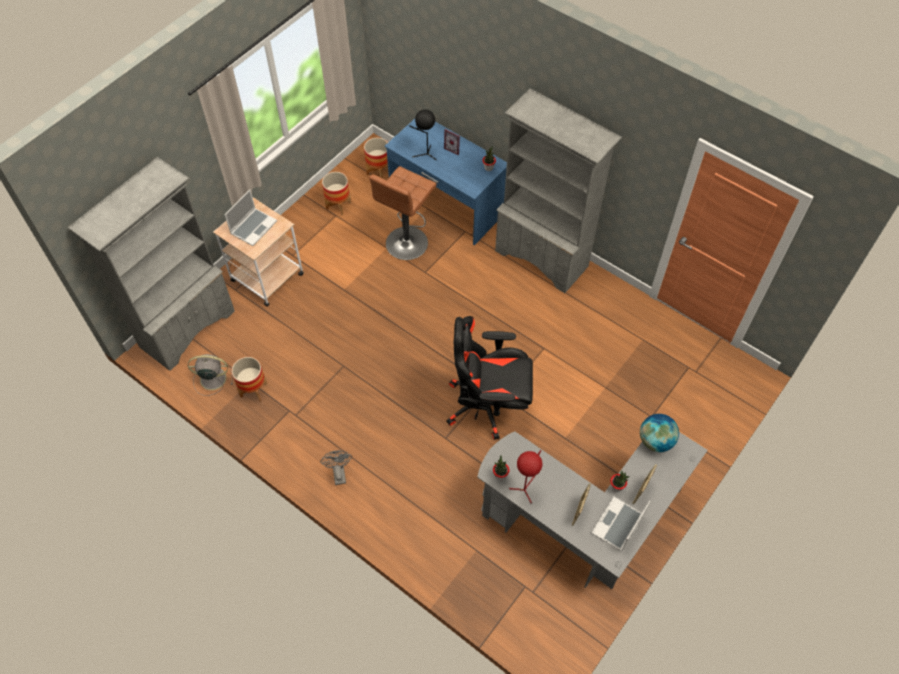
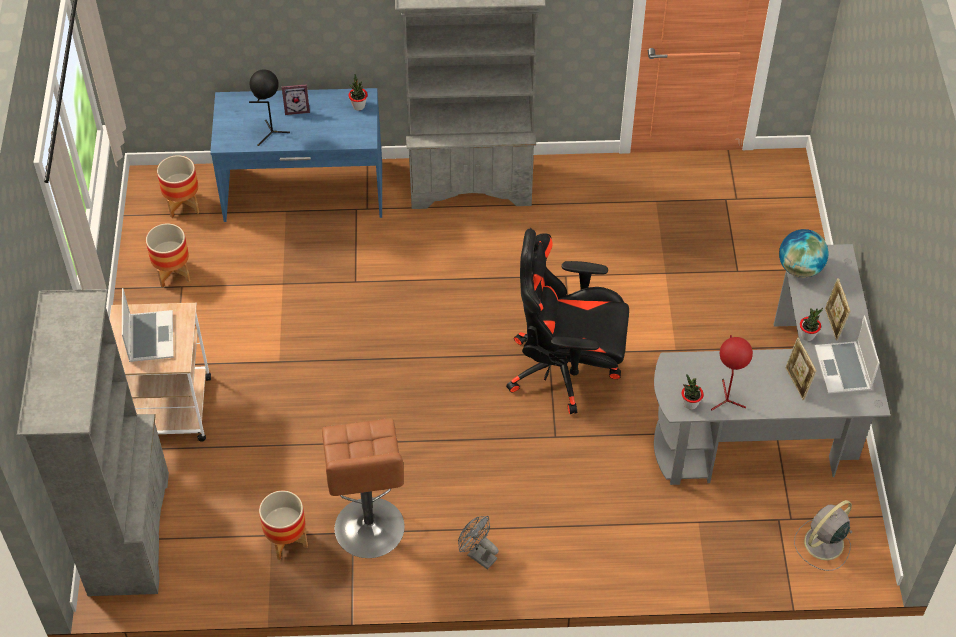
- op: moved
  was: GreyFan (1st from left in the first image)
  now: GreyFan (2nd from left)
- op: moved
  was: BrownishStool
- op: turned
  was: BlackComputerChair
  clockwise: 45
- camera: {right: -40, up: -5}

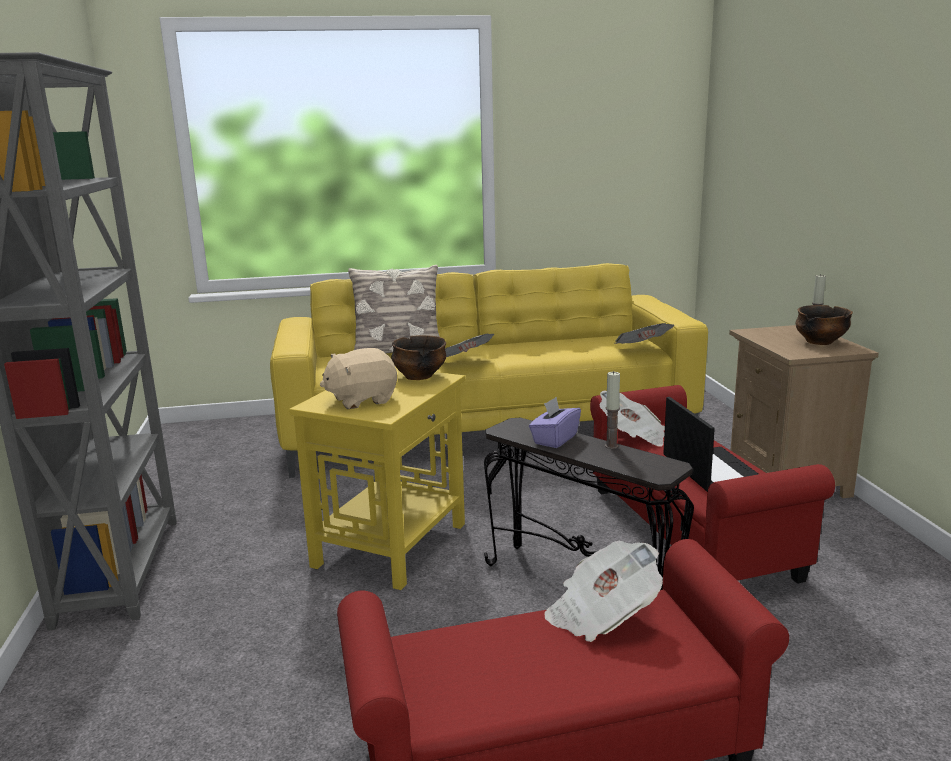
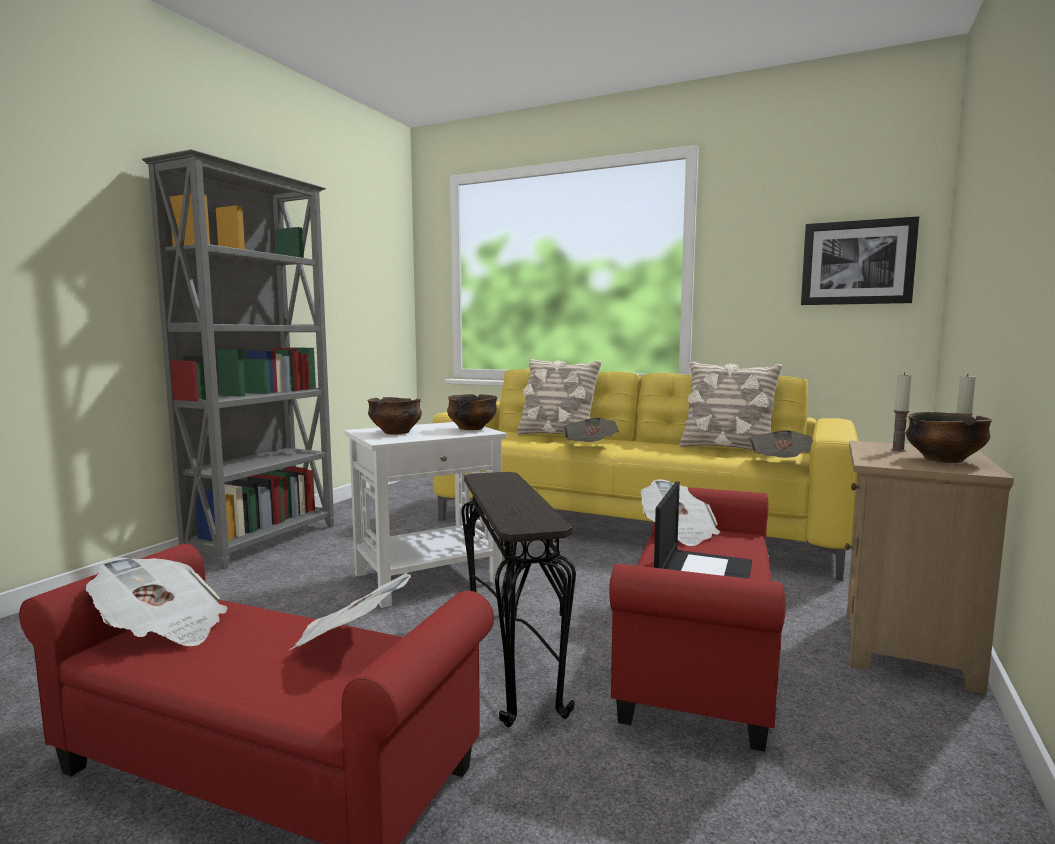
- op: removed
  was: PurplishBoxOfTissues
- op: added
  now: Newspaper (1st from left)
- op: added
  now: BeigeColouredThrowPillow (2nd from left)
- op: added
  now: Picture
- op: moved
  was: Candle (1st from left)
- op: replaced
  was: BeigeColouredSoftToy
  now: ServingBowl (1st from left)
- op: recoloured
  was: YellowishSideTable
  now: WhitishSideTable
- camera: {right: 35, up: -10}

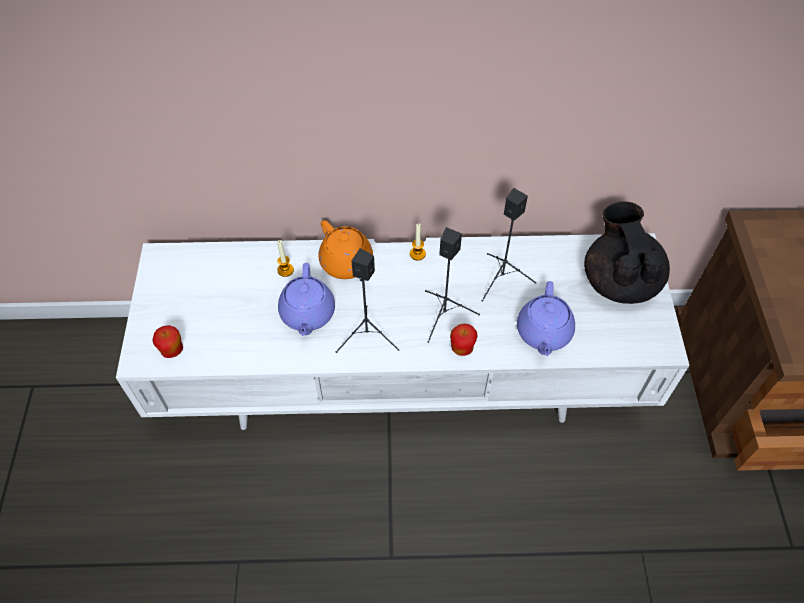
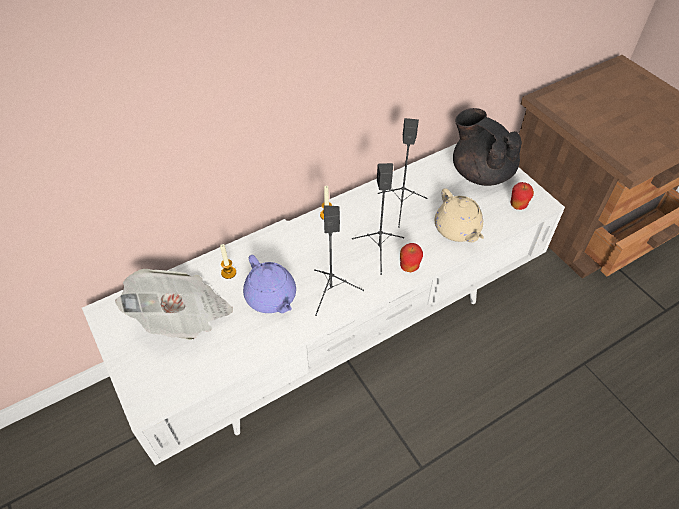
- op: removed
  was: OrangeColouredPotForTea
- op: added
  now: Newspaper
- op: moved
  was: WholeApple (1st from left in the first image)
  now: WholeApple (2nd from left)
- op: recoloured
  was: PurplishPotForTea (2nd from left)
  now: BeigeColouredPotForTea
- camera: {right: -30, up: -5}

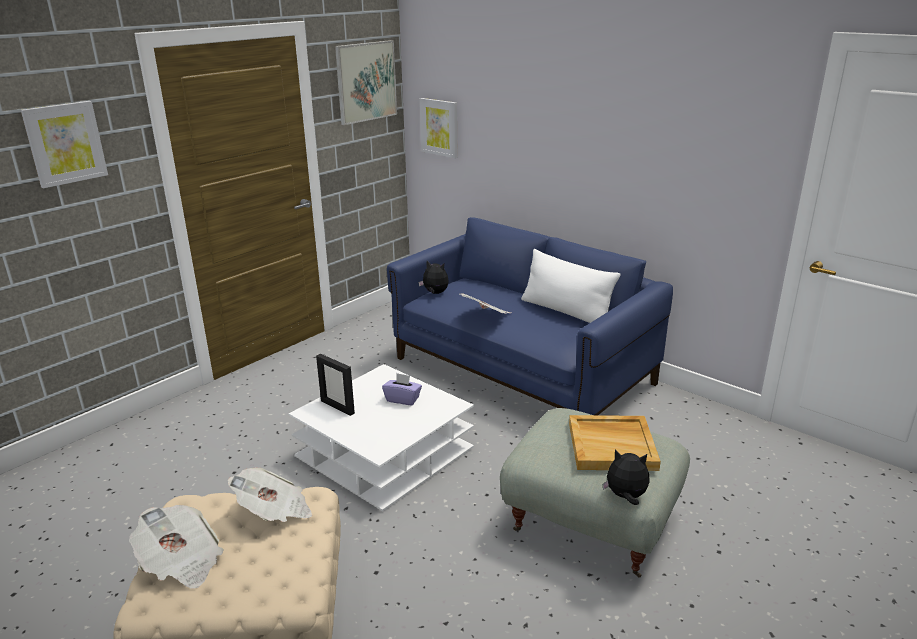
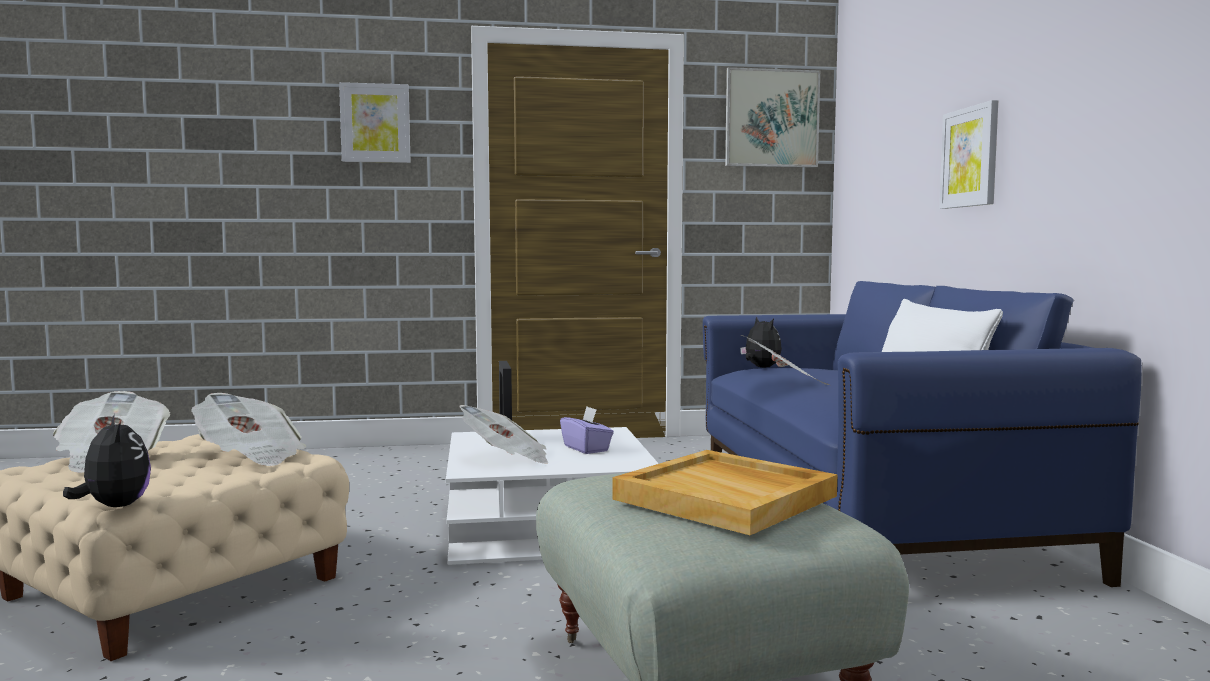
- op: added
  now: Newspaper (3rd from left)
- op: moved
  was: Picture (3rd from left)
- op: moved
  was: SoftToy (2nd from left in the first image)
  now: SoftToy (1st from left)
- camera: {right: 40, up: -20}

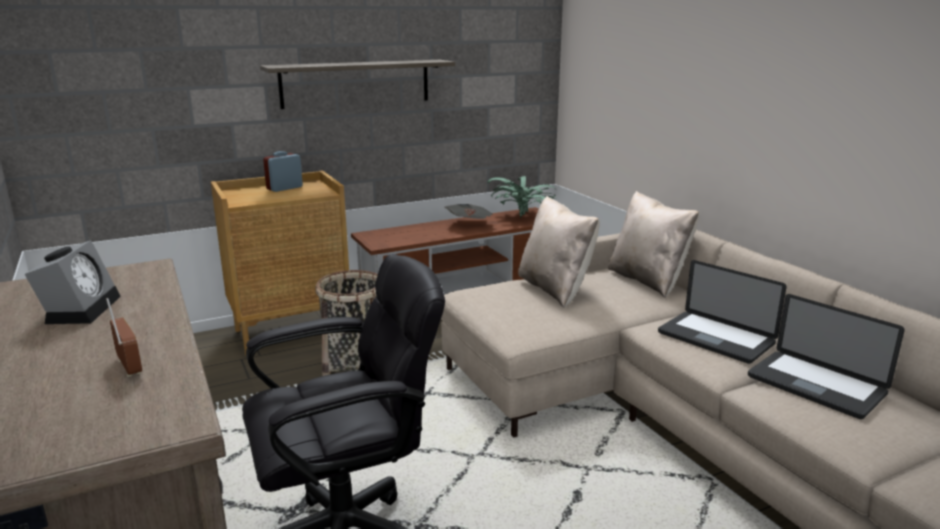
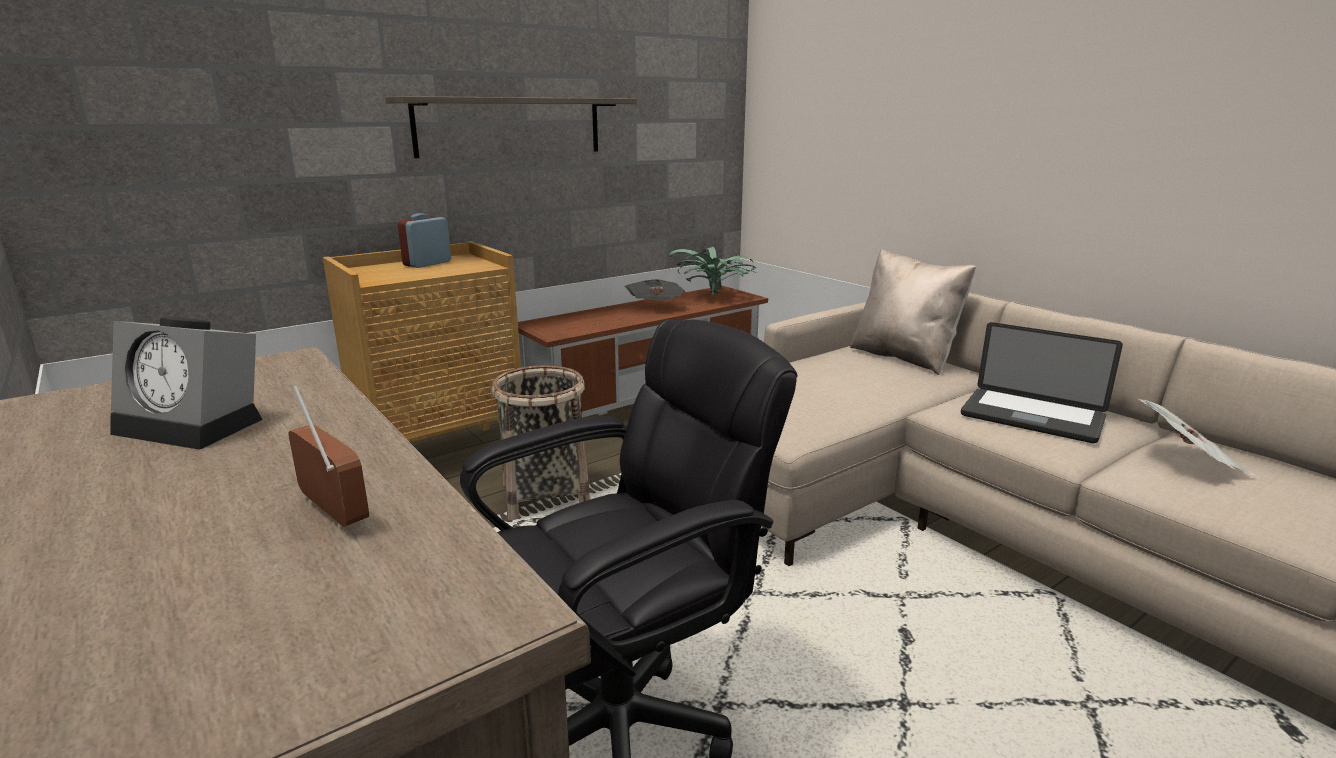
- op: removed
  was: BeigeColouredThrowPillow (1st from left)
- op: replaced
  was: NotebookComputer (2nd from left)
  now: Newspaper (2nd from left)
- op: turned
  was: TableClock (1st from left)
  clockwise: 120
- camera: {right: -10, up: 0}

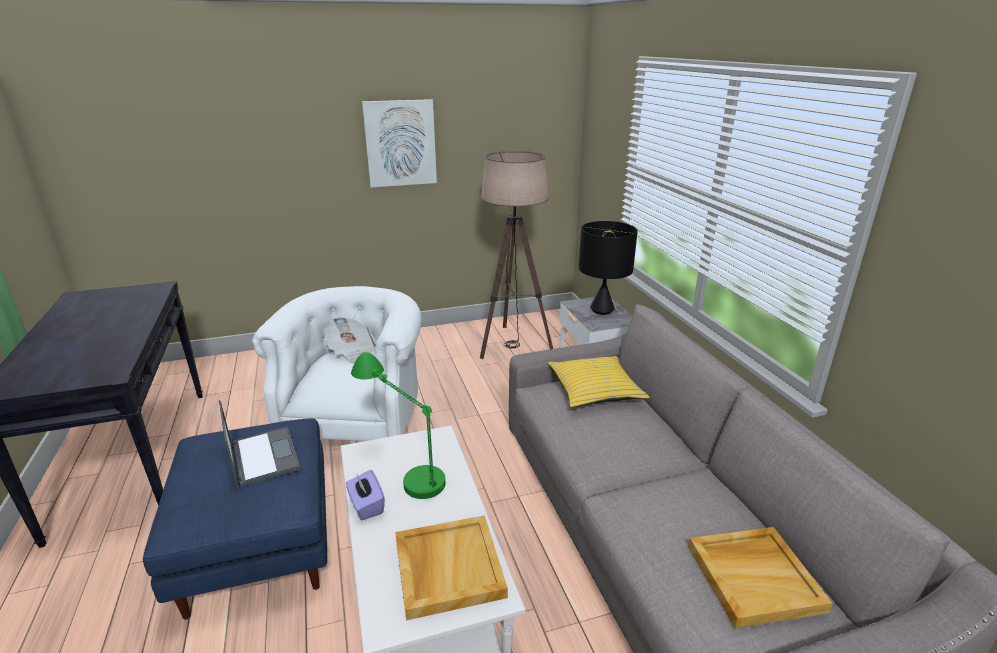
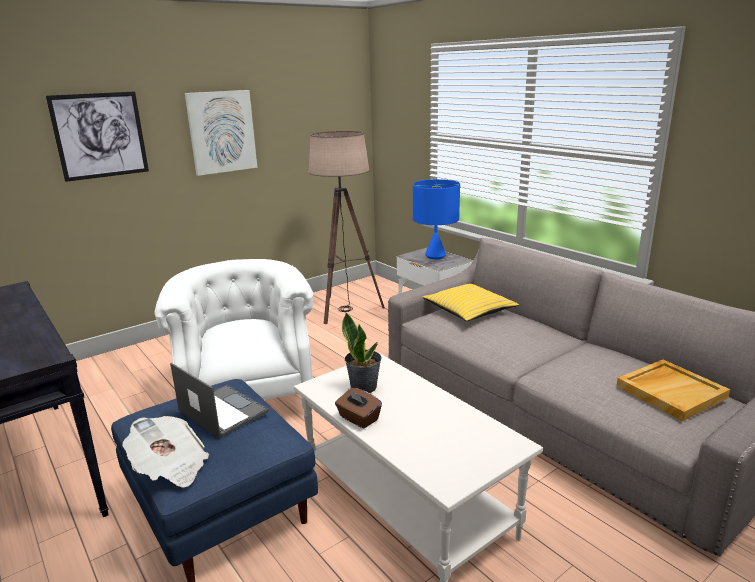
- op: removed
  was: BeigeColouredServingTray (1st from left)
- op: added
  now: Picture (1st from left)
- op: moved
  was: Newspaper
- op: replaced
  was: GreenishTableLamp
  now: PlantInAPot
- op: recoloured
  was: PurplishBoxOfTissues
  now: BrownishBoxOfTissues
- op: recoloured
  was: BlackTableLamp
  now: BlueColouredTableLamp
- camera: {right: -20, up: -5}

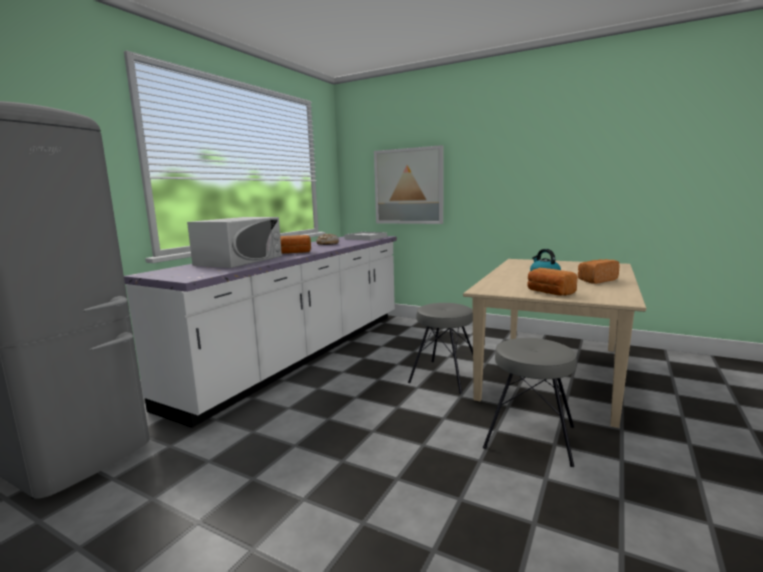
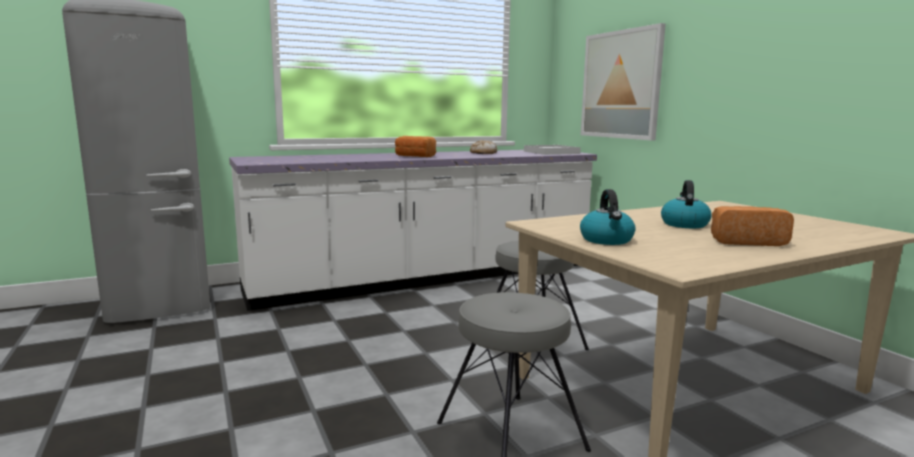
- op: removed
  was: WhitishKitchenMicrowave
- op: replaced
  was: BakedBread (3rd from left)
  now: TeaKettle (1st from left)
- camera: {right: 35, up: 0}

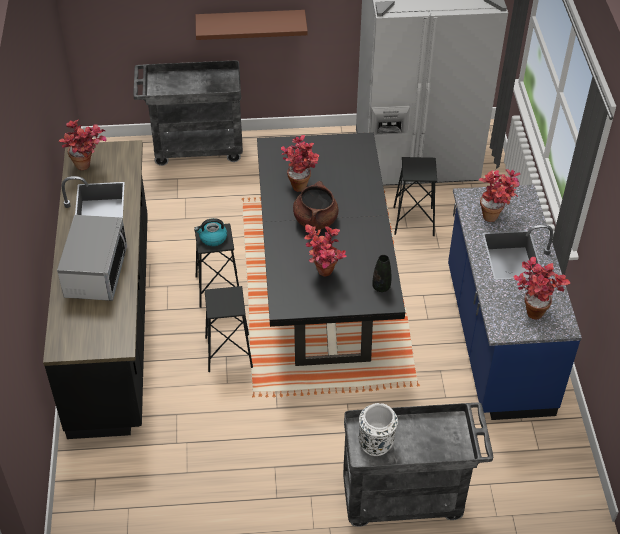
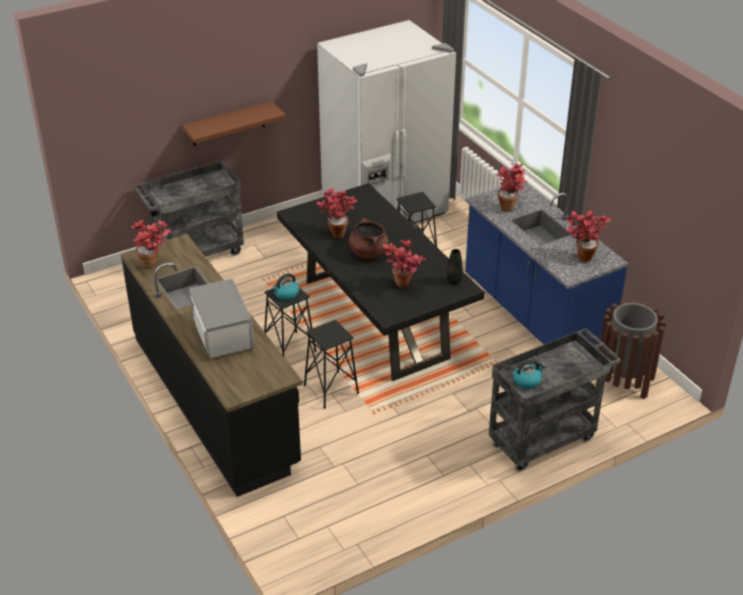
- op: added
  now: BrownishRubbishBin
- op: replaced
  was: WhitishVase
  now: TeaKettle (2nd from left)
- camera: {right: -25, up: -10}

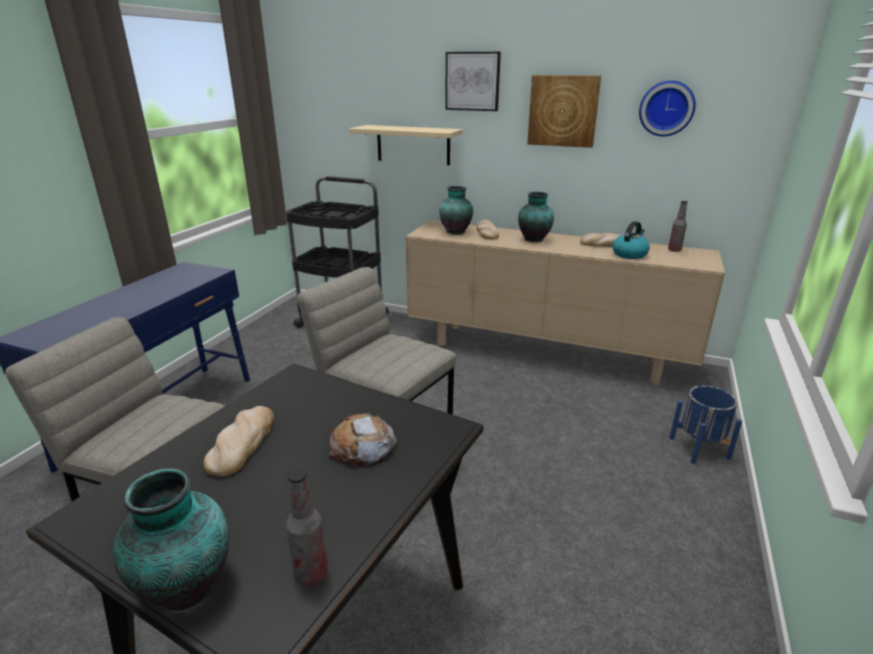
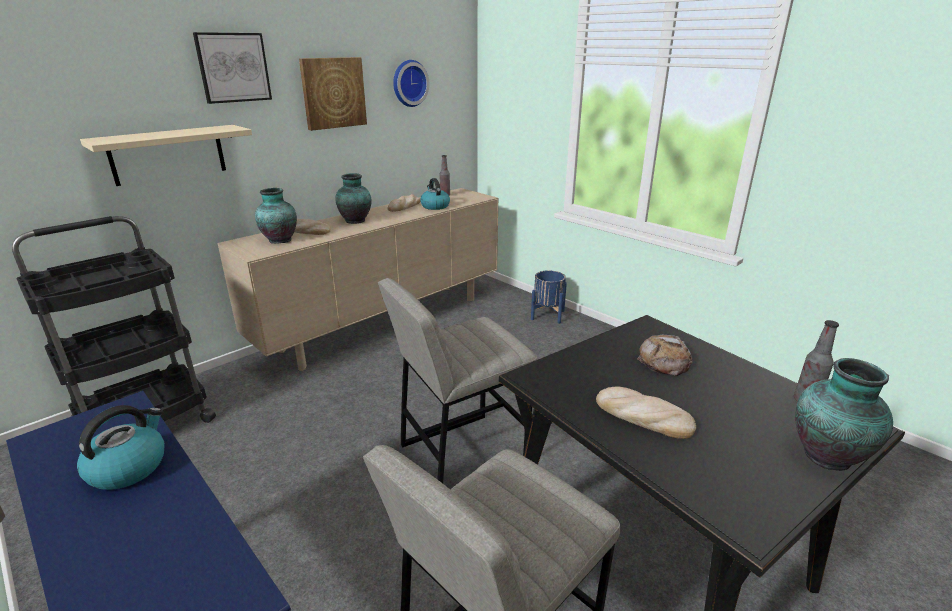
- op: added
  now: TeaKettle (1st from left)
- camera: {right: -65, up: 0}

